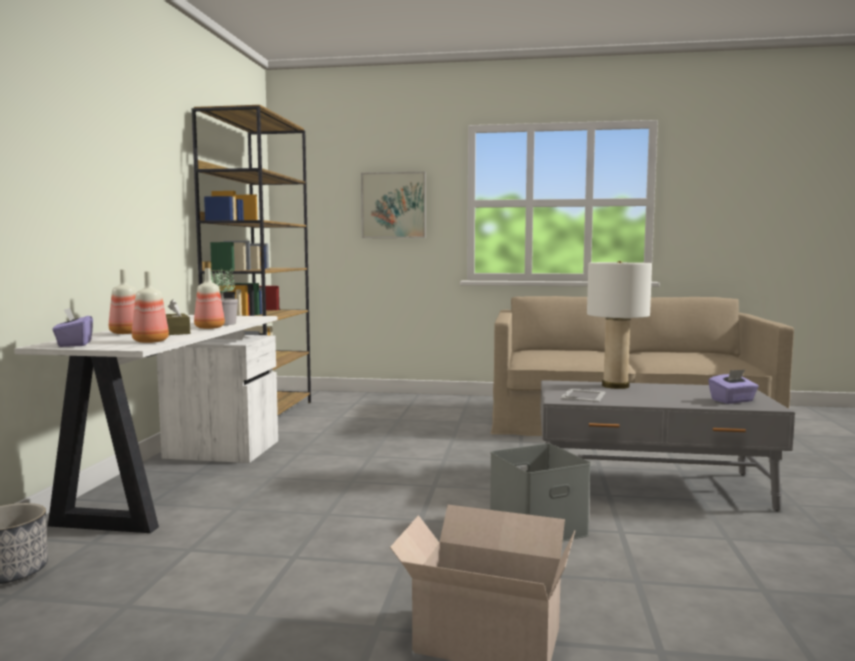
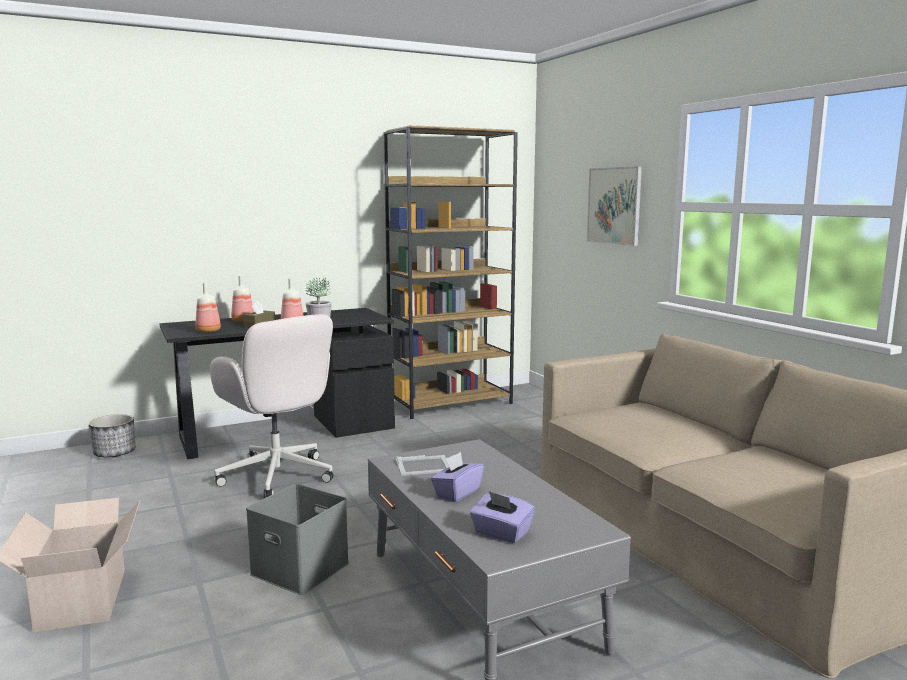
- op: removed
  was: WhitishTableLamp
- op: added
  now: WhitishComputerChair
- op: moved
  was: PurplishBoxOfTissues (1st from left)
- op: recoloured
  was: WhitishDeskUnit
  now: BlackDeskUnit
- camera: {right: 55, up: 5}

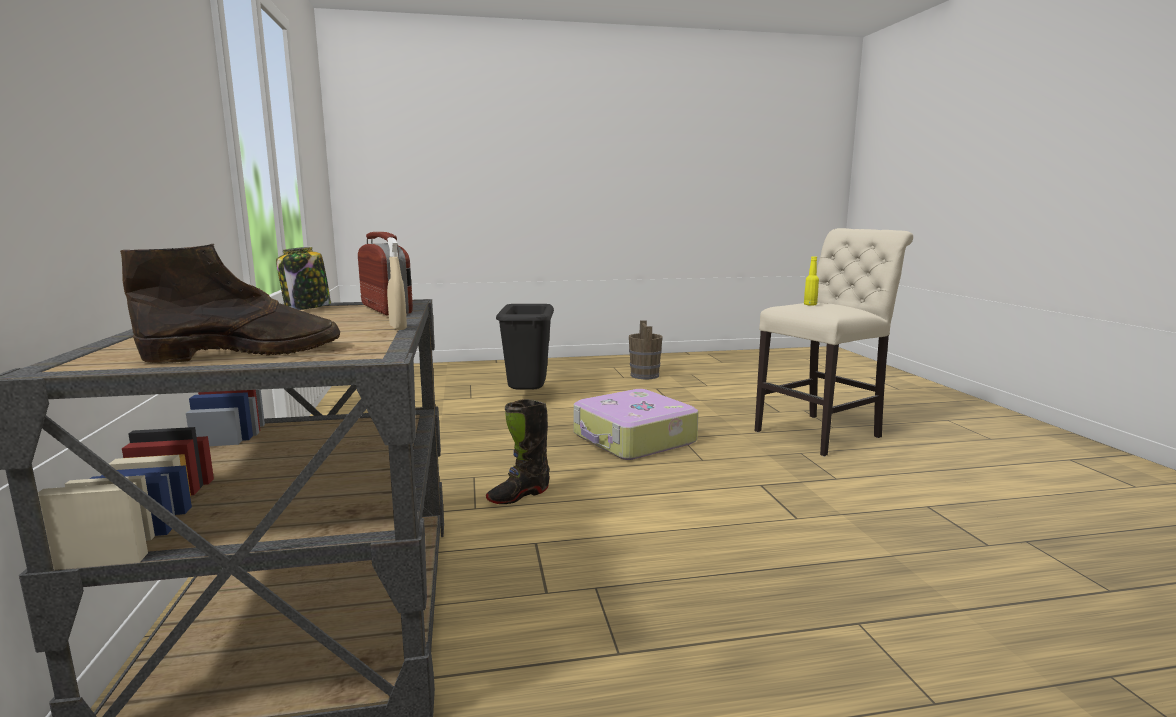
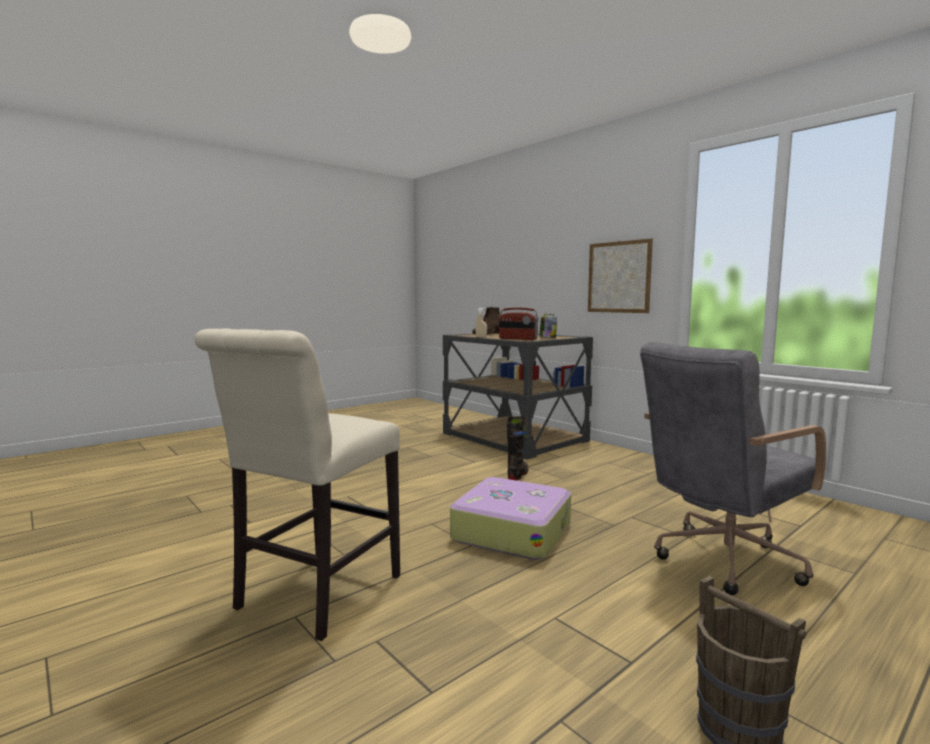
- op: removed
  was: YellowishBottle
- op: added
  now: Picture
- op: replaced
  was: BlackRubbishBin
  now: GreyComputerChair
- camera: {right: 150, up: -5}

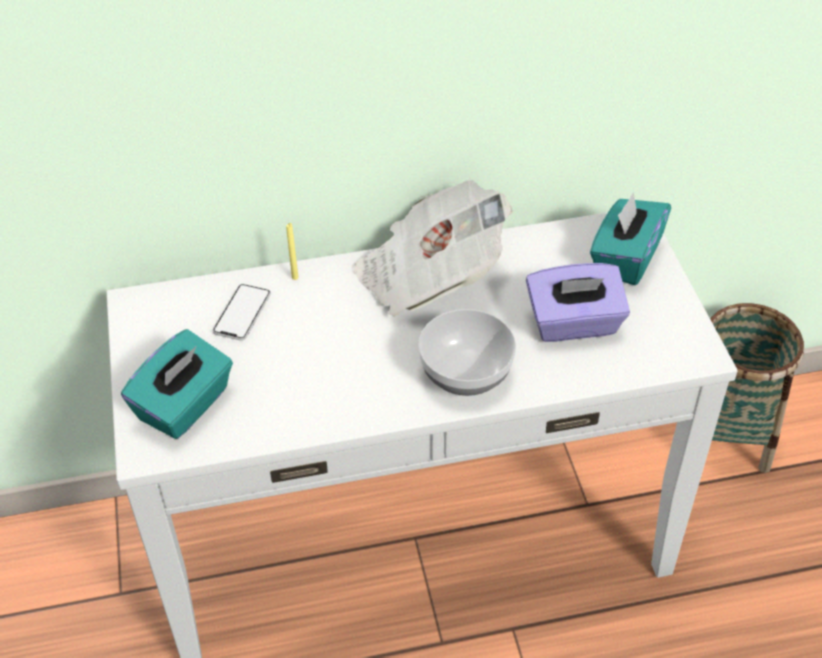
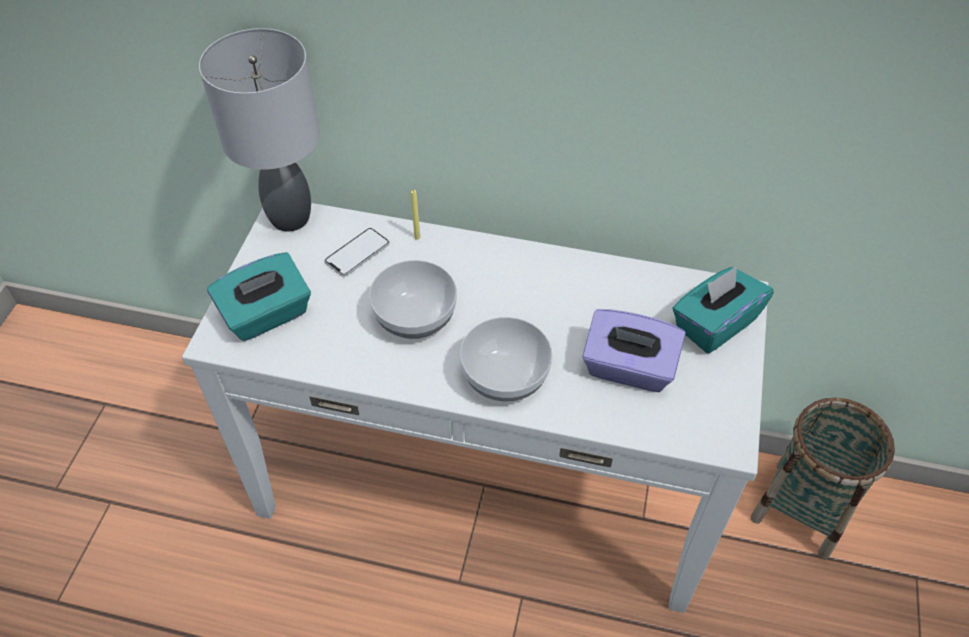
- op: removed
  was: Newspaper
- op: added
  now: GreyTableLamp
- op: added
  now: ServingBowl (1st from left)
- camera: {right: 25, up: 5}

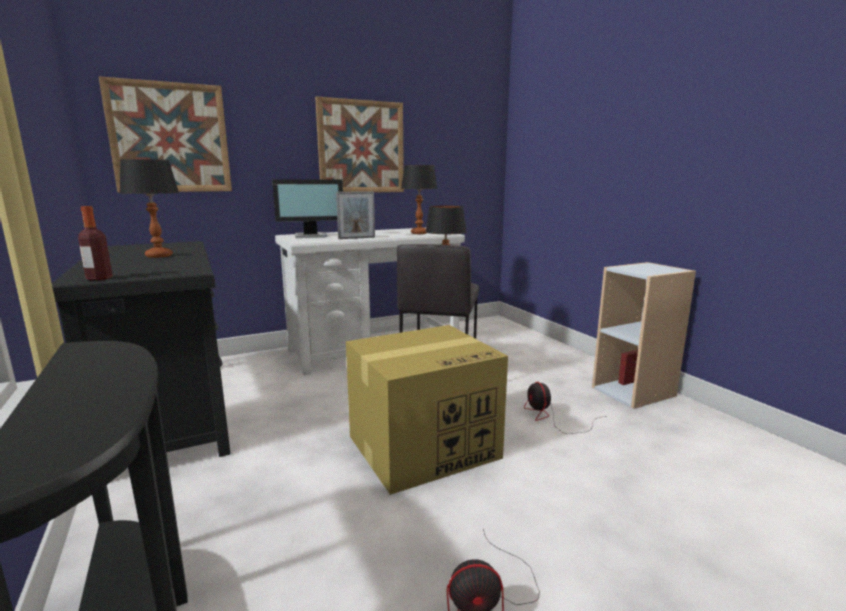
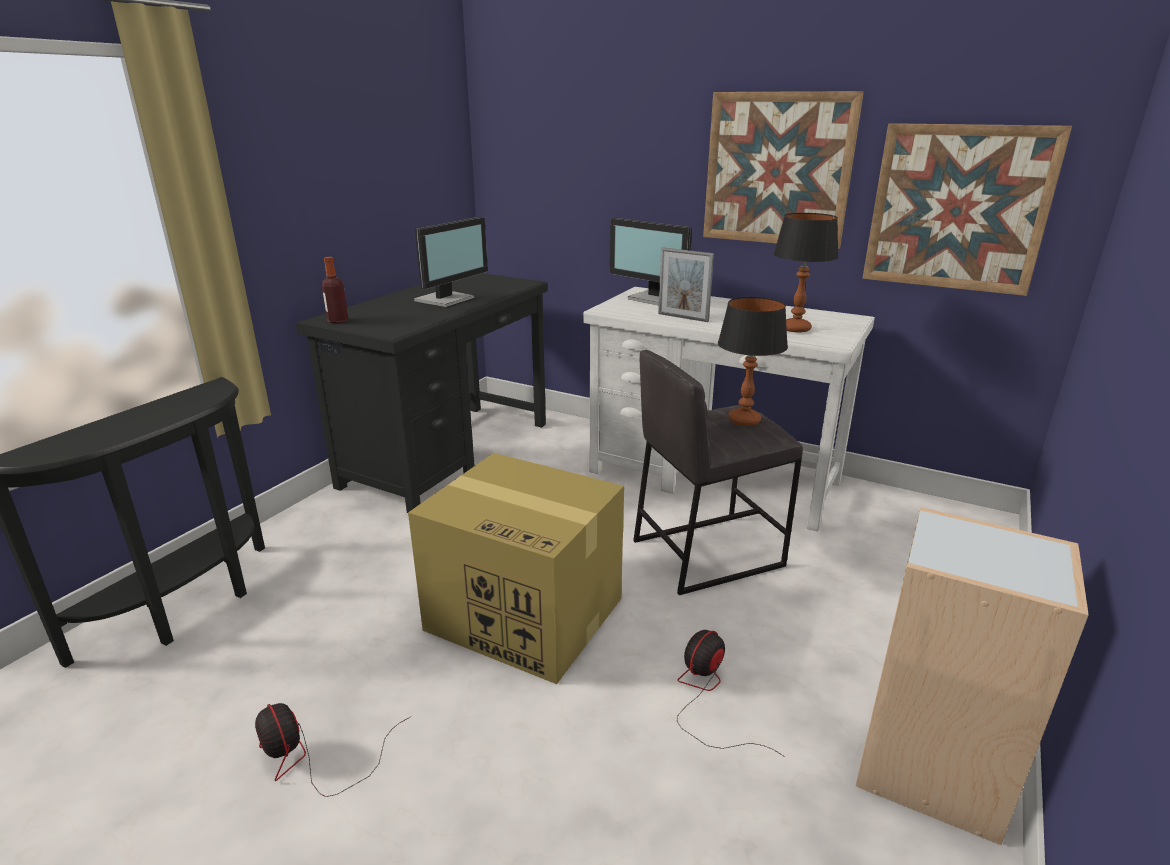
- op: moved
  was: Picture (1st from left in the first image)
  now: Picture (2nd from left)
- op: replaced
  was: TableLamp (1st from left)
  now: ComputerDisplay (1st from left)
- camera: {right: 55, up: 10}

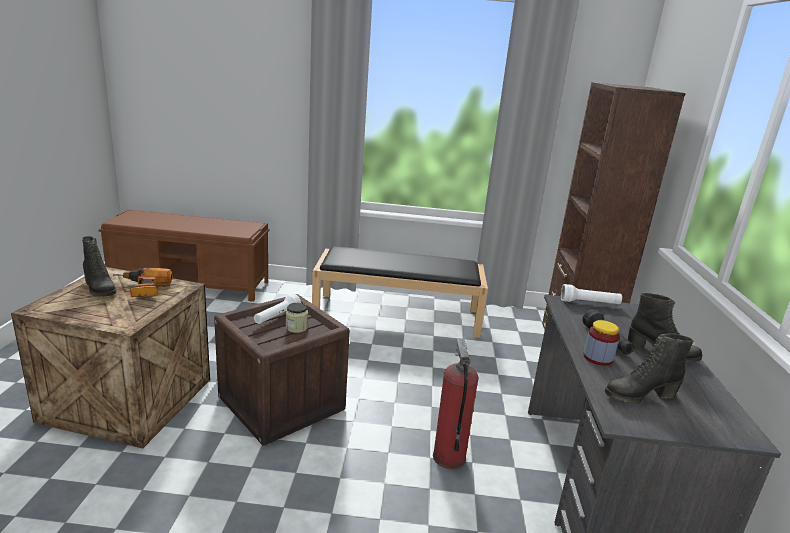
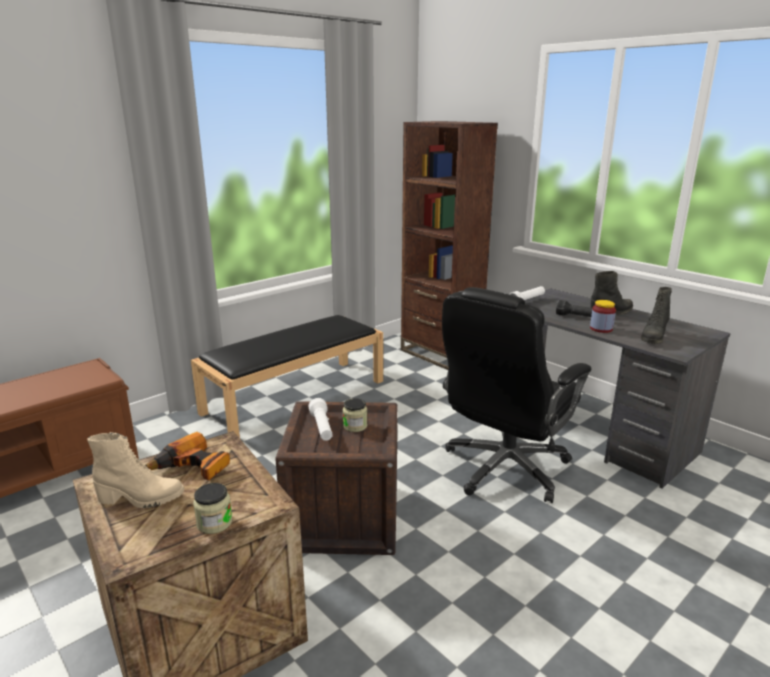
- op: added
  now: Jar (1st from left)
- op: replaced
  was: Extinguisher
  now: BlackComputerChair
- op: recoloured
  was: BlackHighTopBoot (1st from left)
  now: BeigeColouredHighTopBoot
- camera: {right: -45, up: 0}

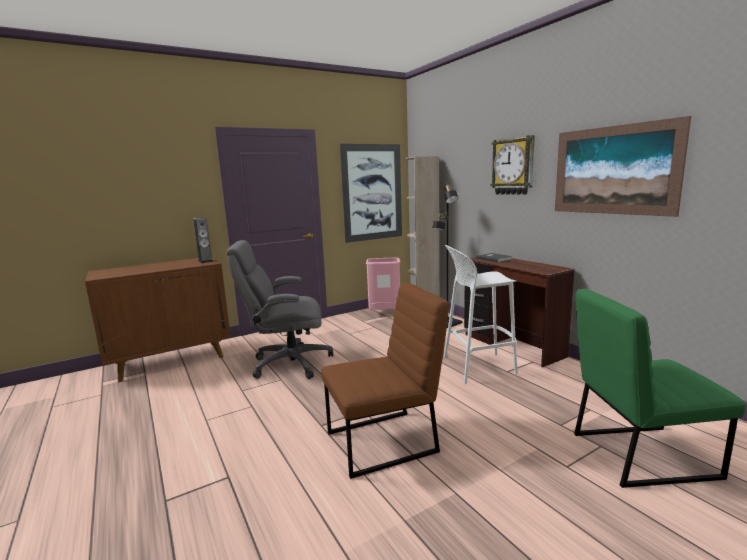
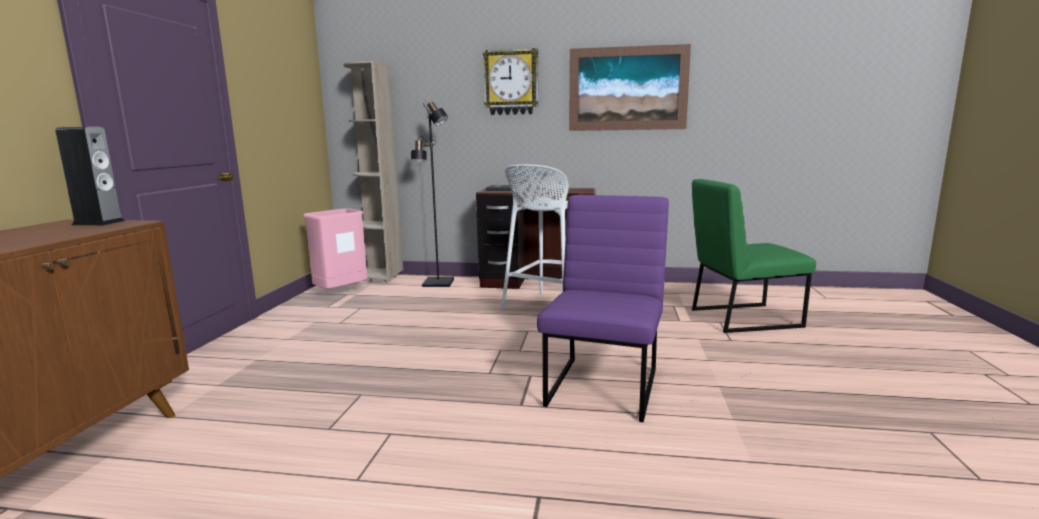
- op: removed
  was: GreyComputerChair
- op: removed
  was: Picture (1st from left)
- op: recoloured
  was: BrownishChair
  now: PurplishChair
- op: turned
  was: GreenishChair
  clockwise: 45
- camera: {right: -50, up: 0}

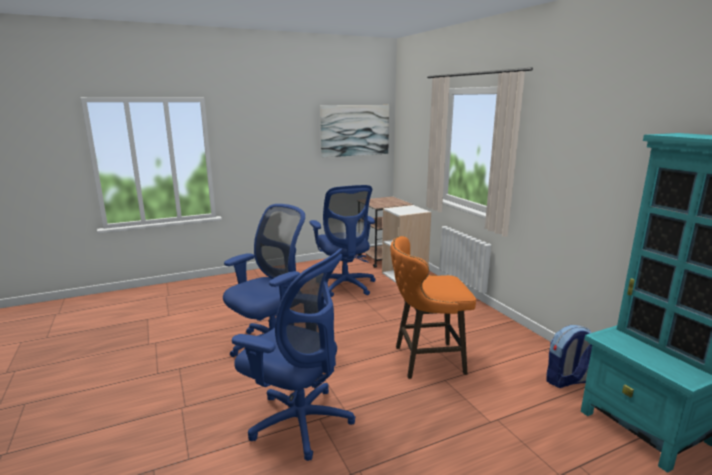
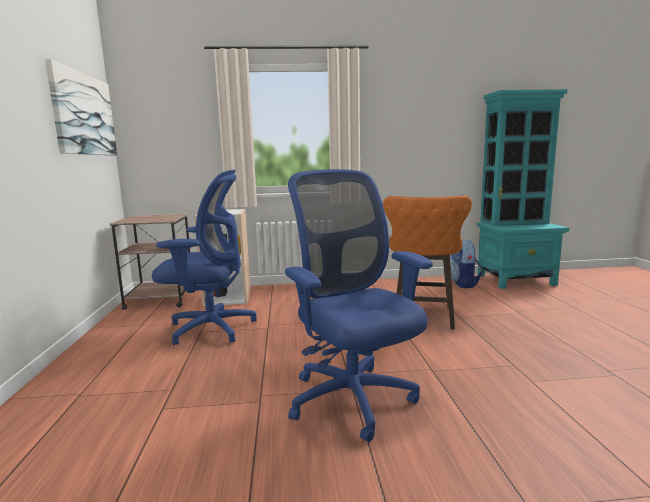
- op: removed
  was: BlueColouredComputerChair (2nd from left)
- camera: {right: -70, up: -5}

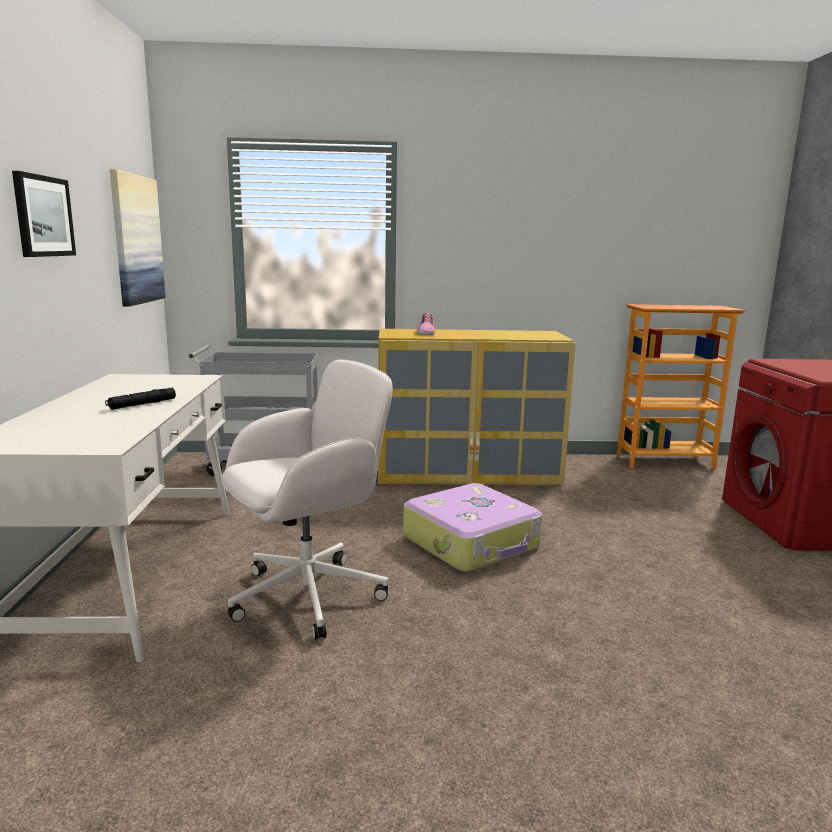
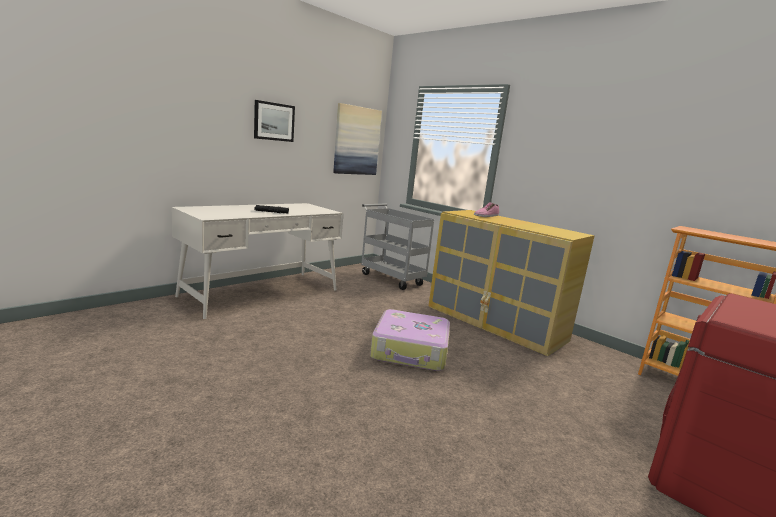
- op: removed
  was: WhitishComputerChair
- camera: {right: 45, up: 0}

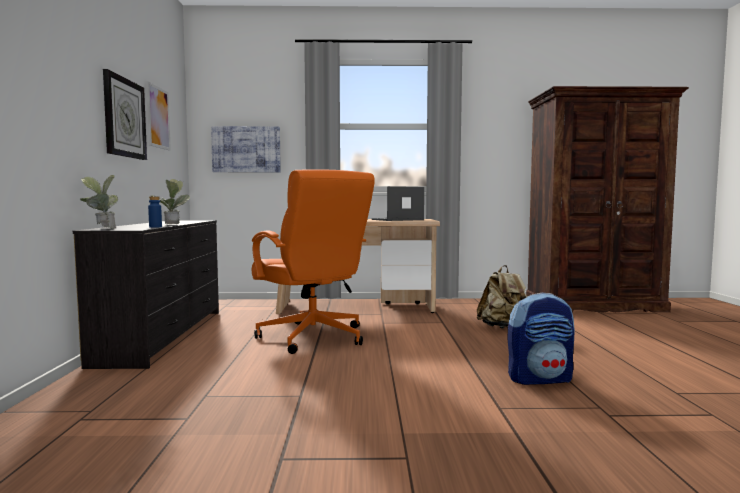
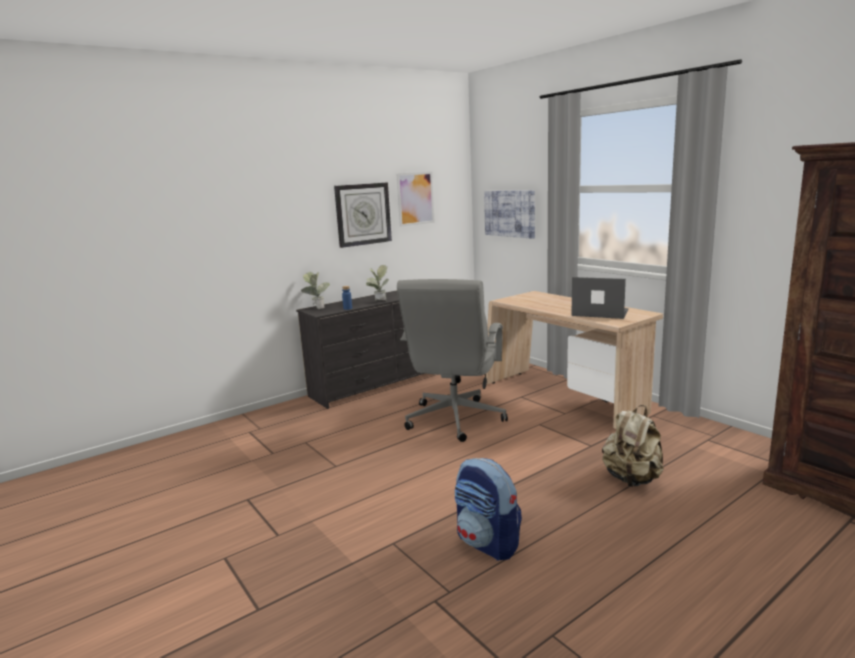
- op: recoloured
  was: OrangeColouredComputerChair
  now: GreyComputerChair
- camera: {right: 55, up: 10}

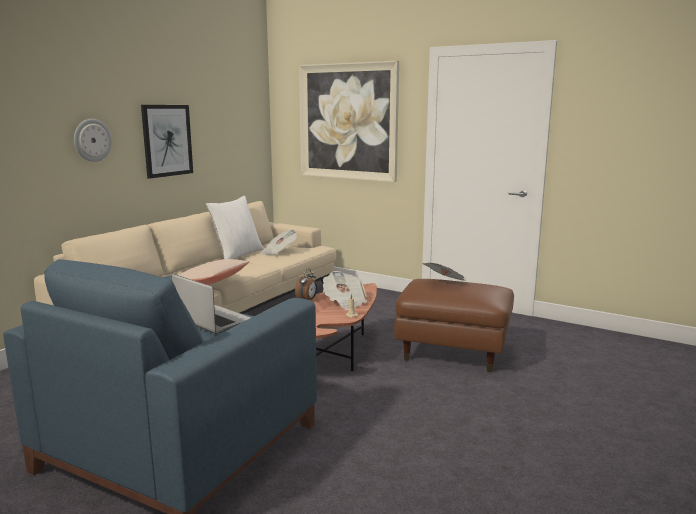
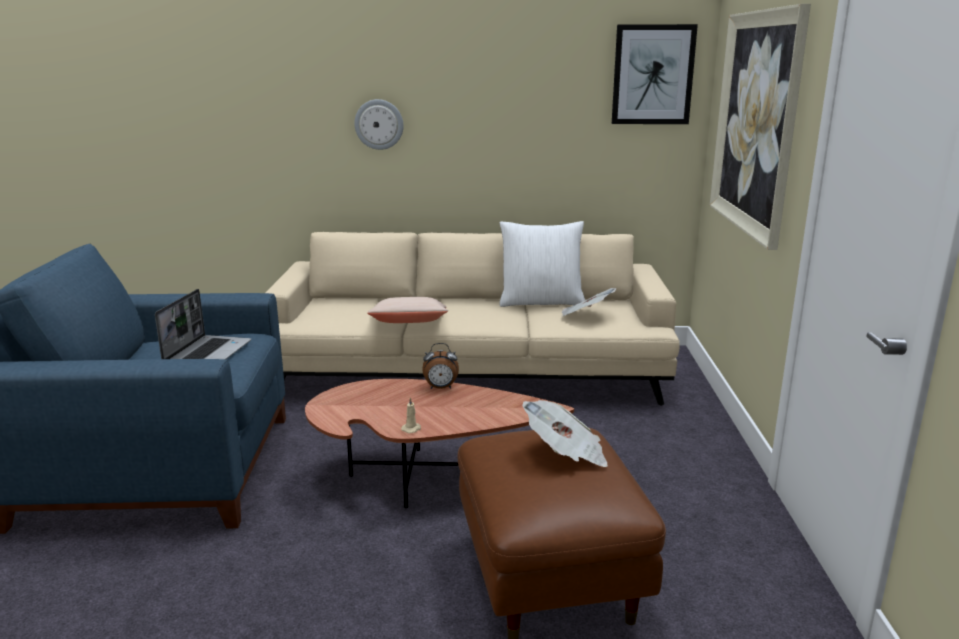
- op: removed
  was: Newspaper (2nd from left)
- op: moved
  was: Picture (1st from left)
- camera: {right: 60, up: 5}

